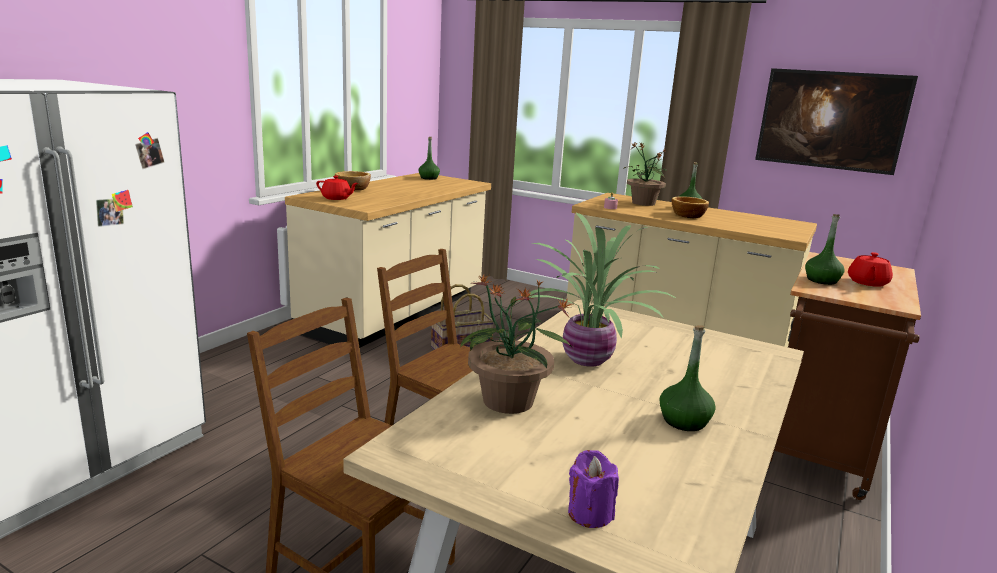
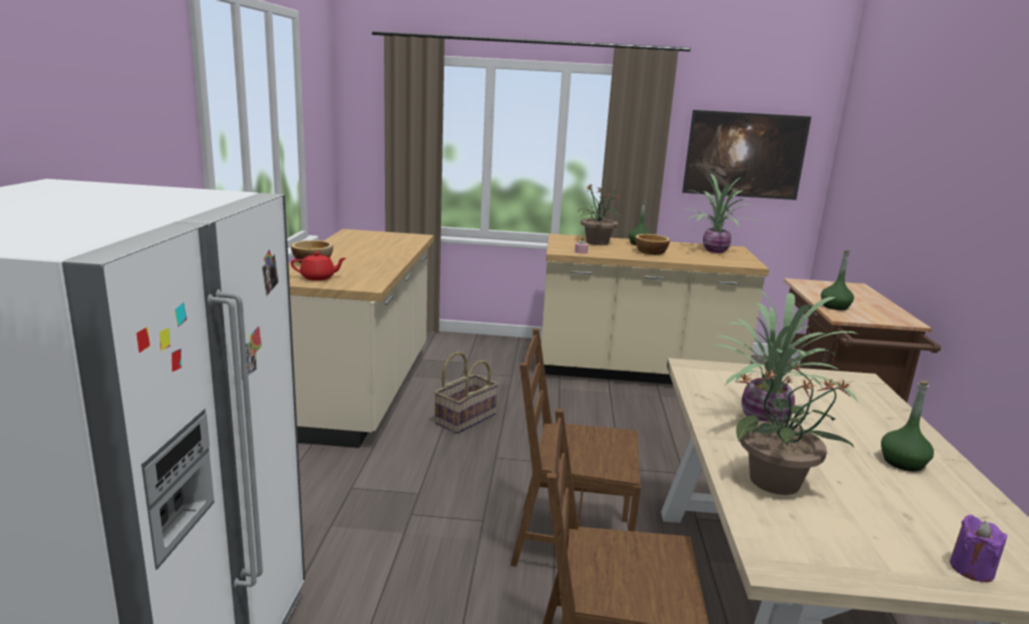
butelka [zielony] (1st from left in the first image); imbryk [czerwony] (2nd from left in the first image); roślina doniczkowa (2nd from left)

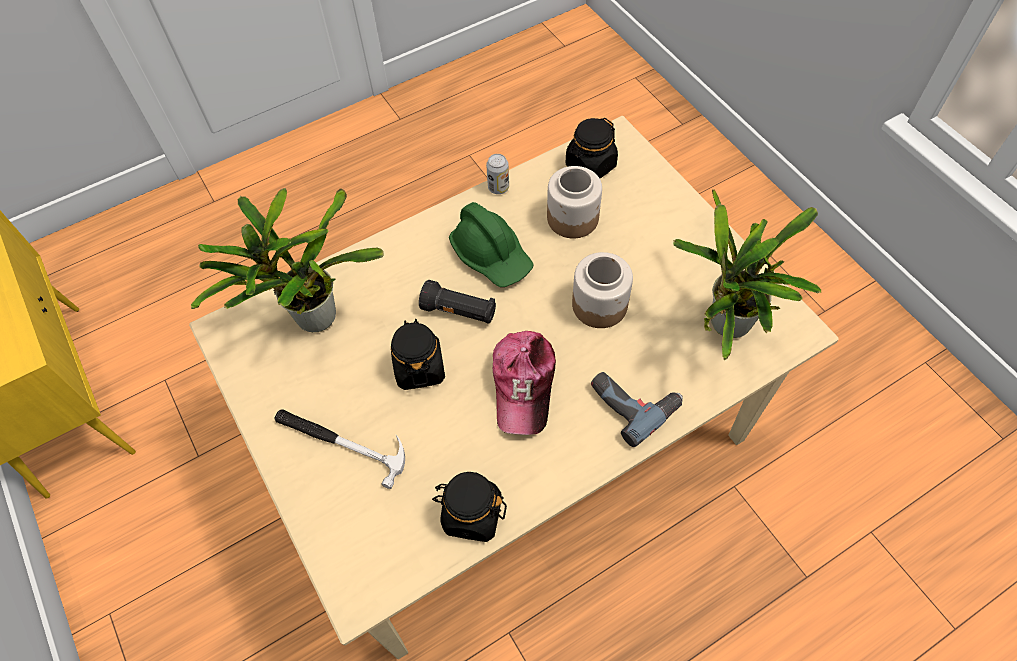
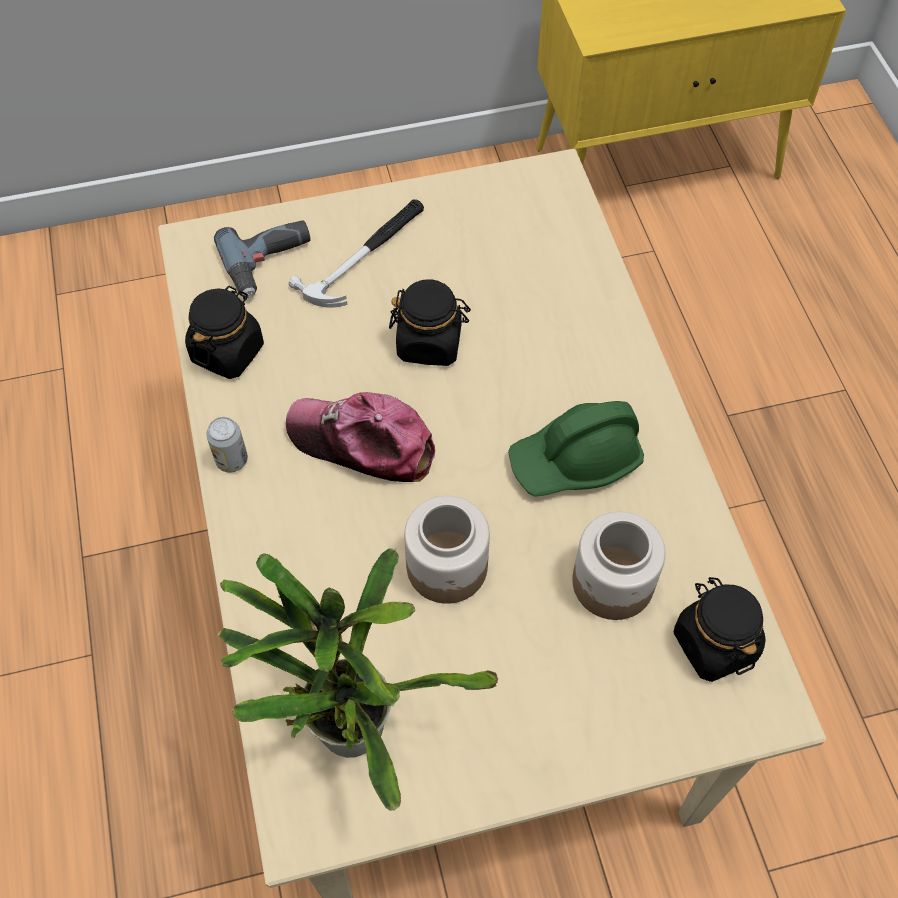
puszka; roślina doniczkowa (1st from left in the first image); latarka [czarny]; wiertarka

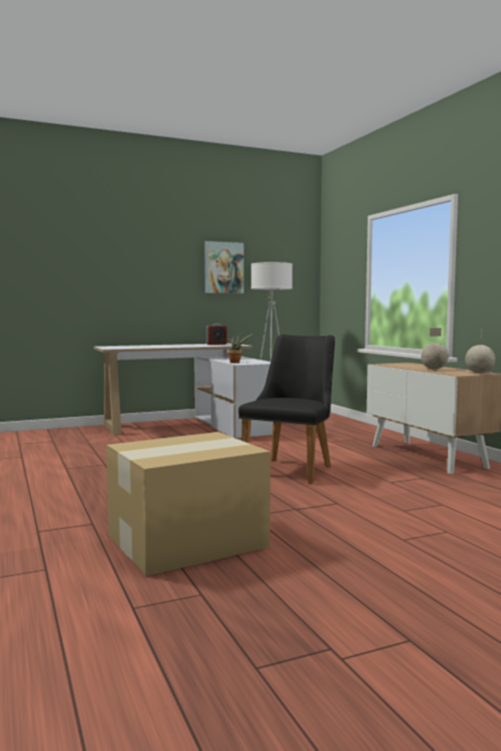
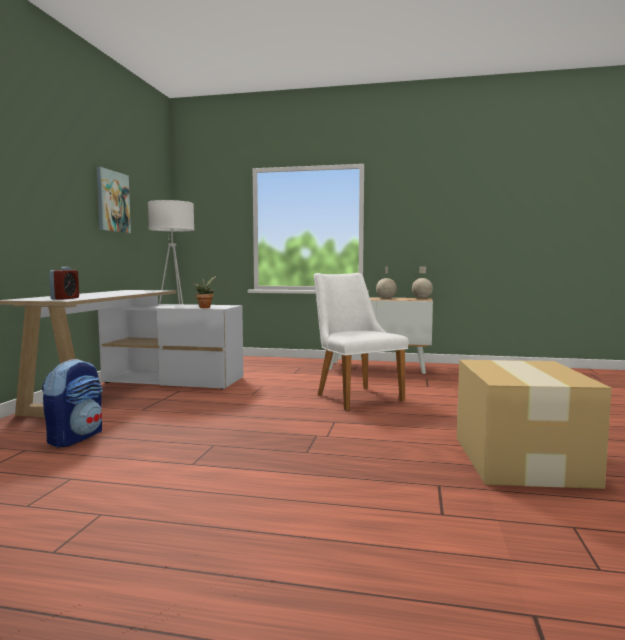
budzik; krzesło [biały]; plecak

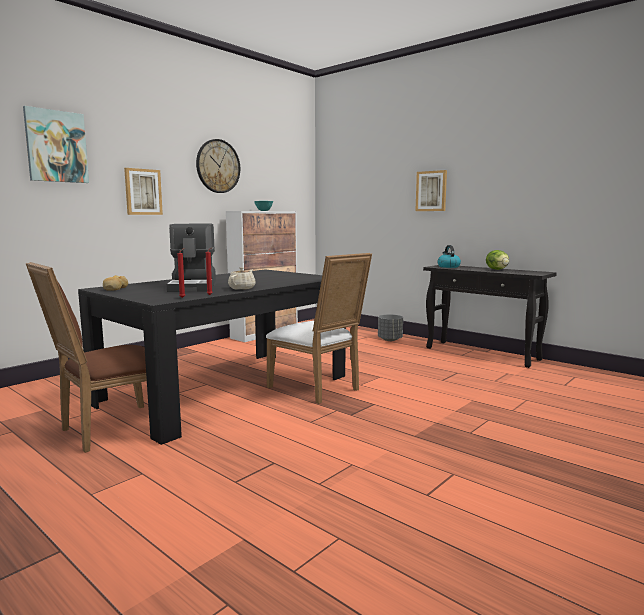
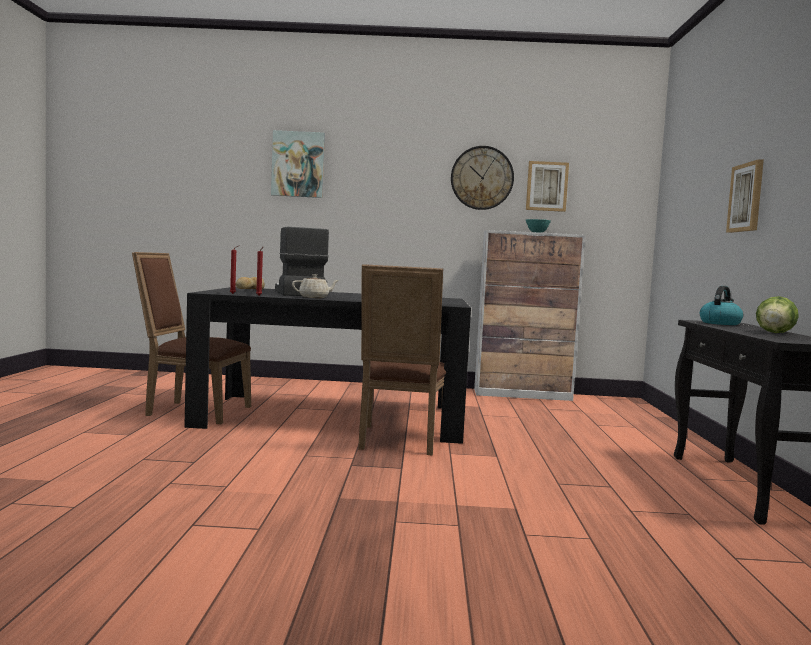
obraz (2nd from left); ekspres do kawy; krzesło [brązowy] (2nd from left); donica [szary]

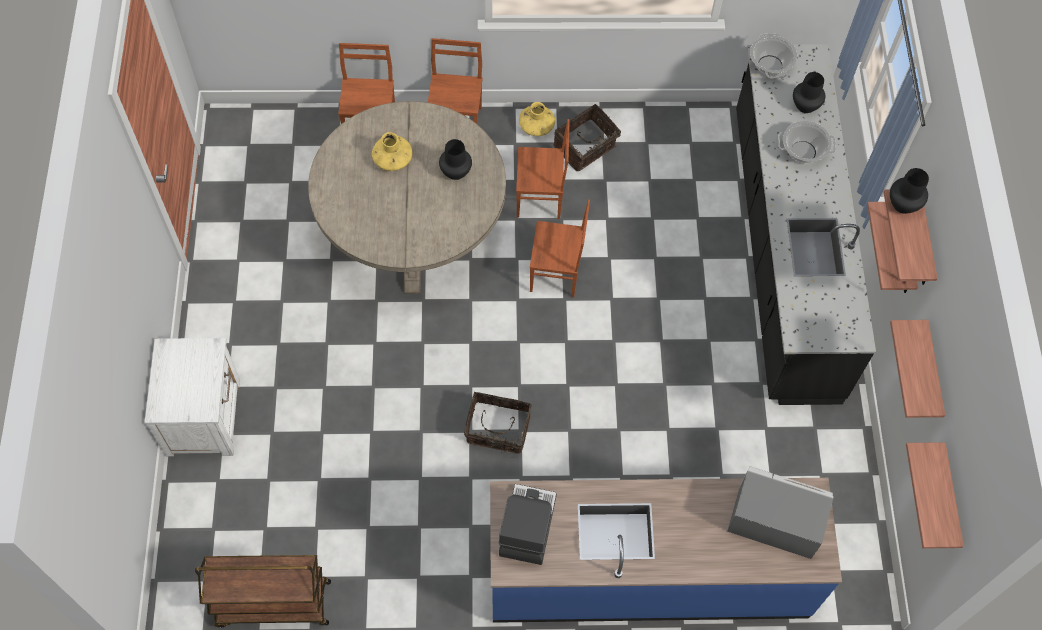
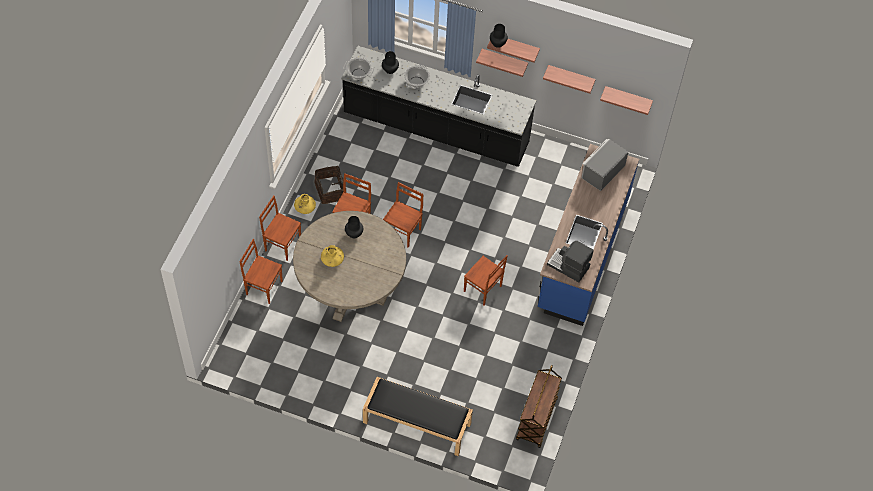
ławka [czarny]; krzesło [brązowy] (5th from left)

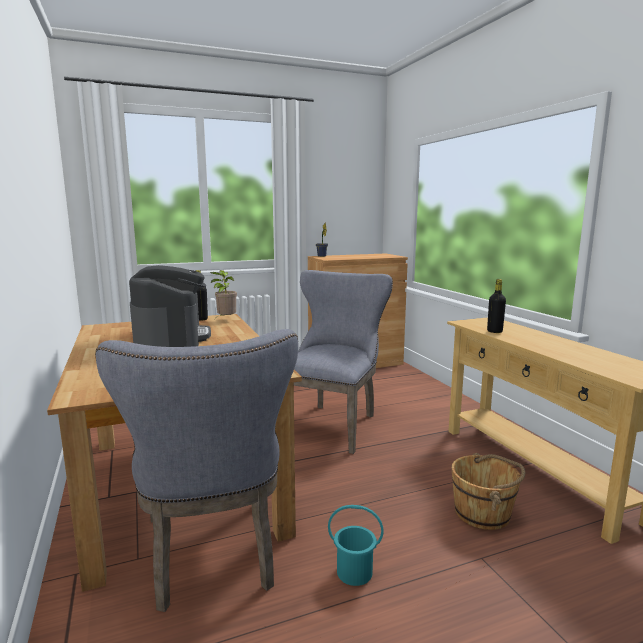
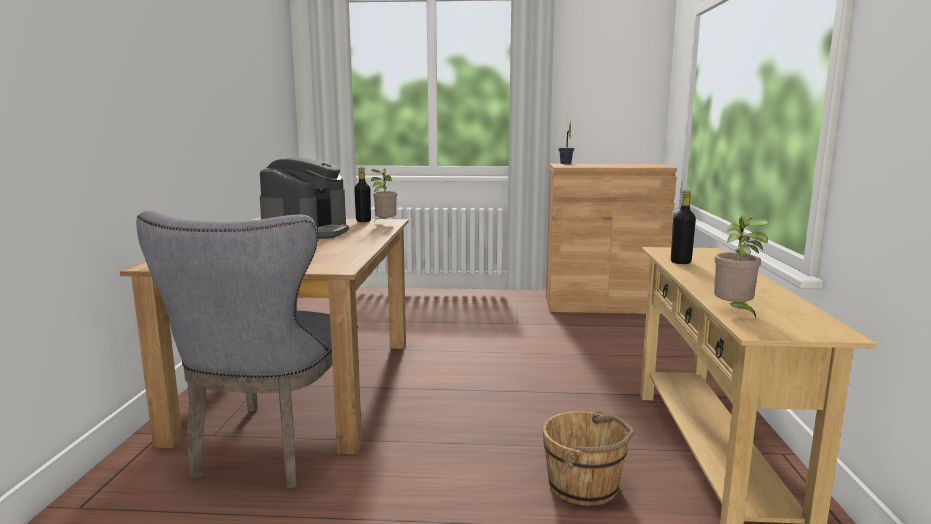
krzesło [szary] (2nd from left in the first image); wiadro [turkusowy]; roślina doniczkowa (3rd from left)

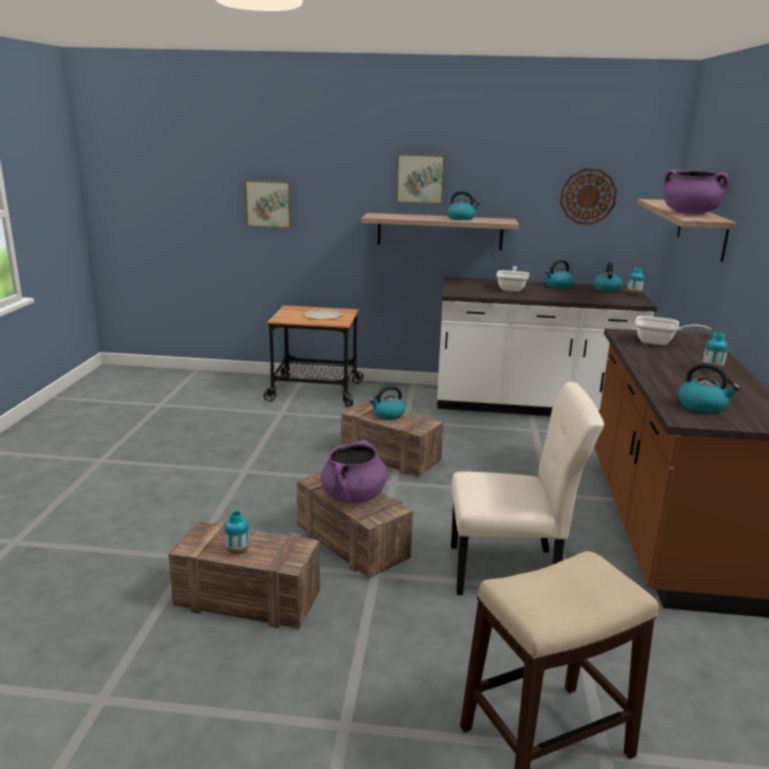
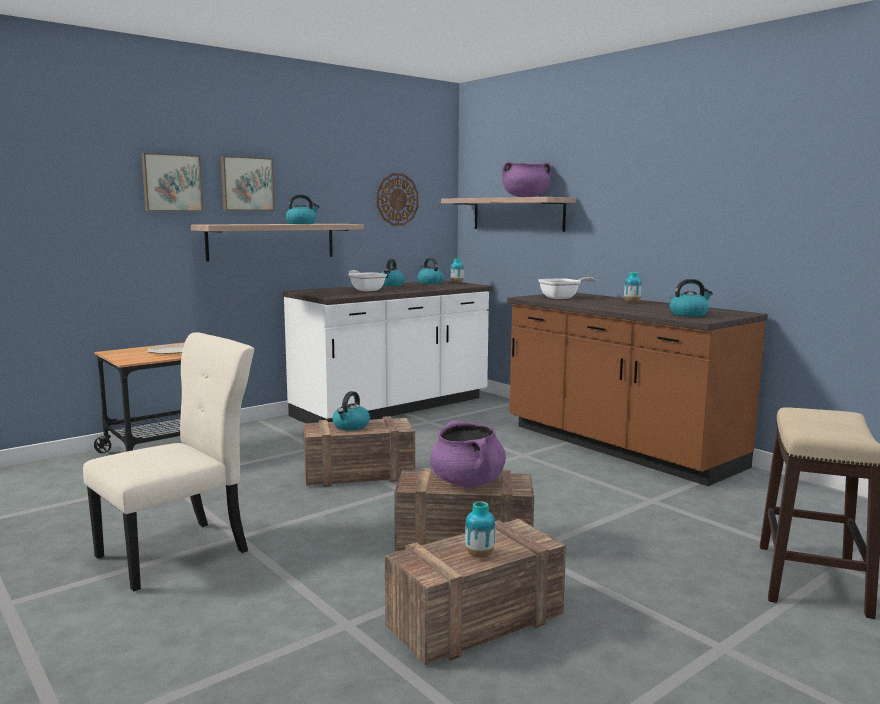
obraz (1st from left); krzesło [beżowy]

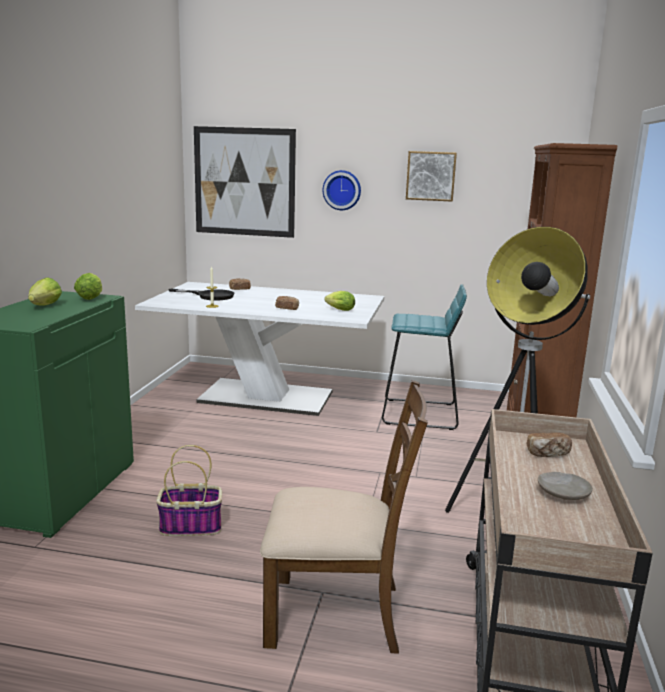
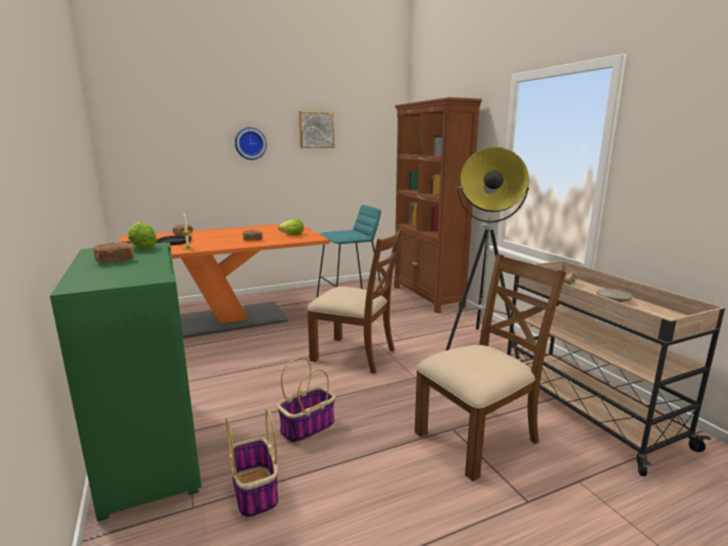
obraz (1st from left in the first image); chleb (1st from left); stół jadalny [pomarańczowy]; krzesło [brązowy] (1st from left); koszyk (1st from left)

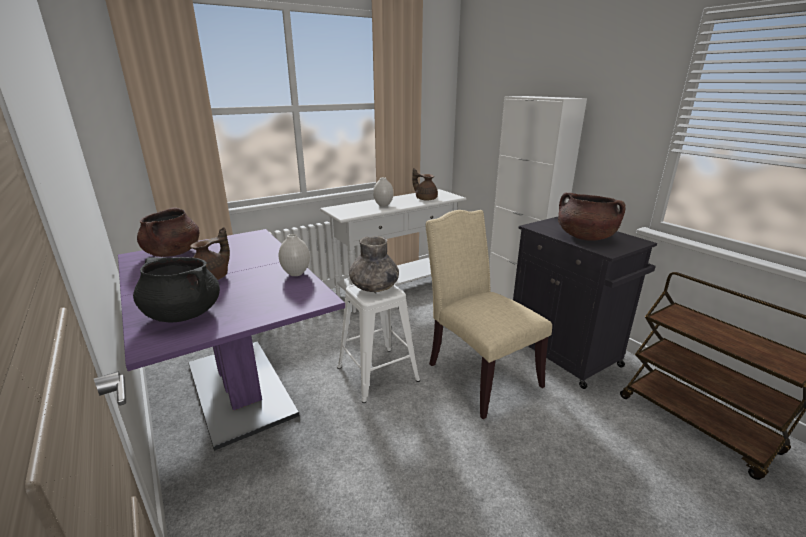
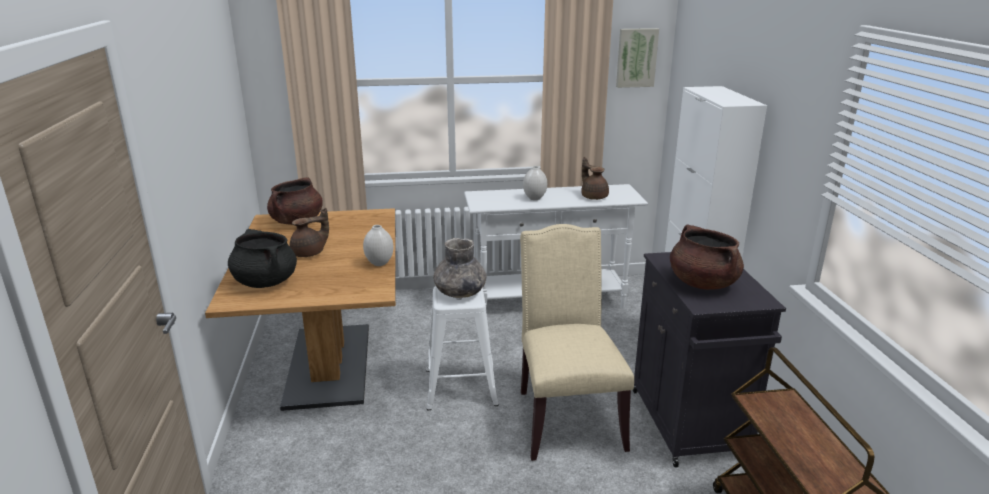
stół jadalny [brązowy]; obraz

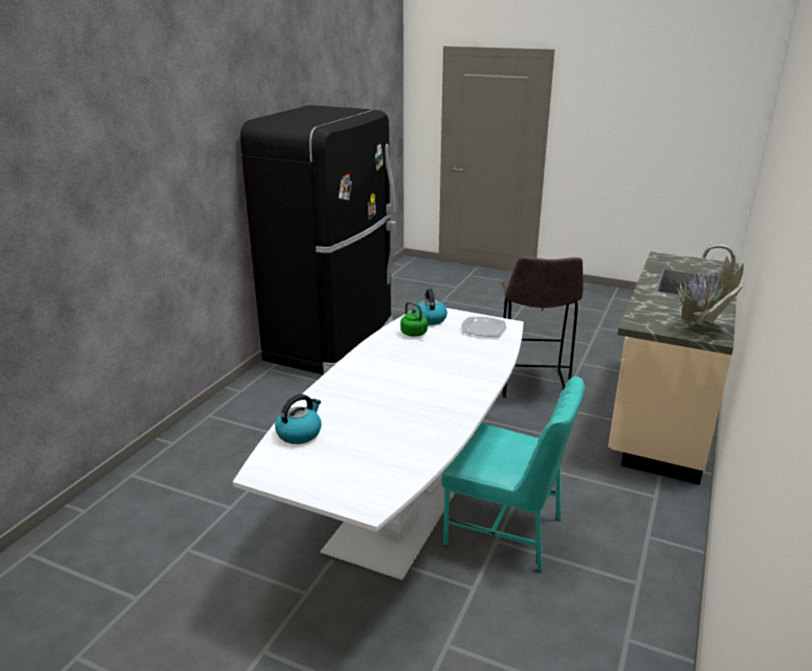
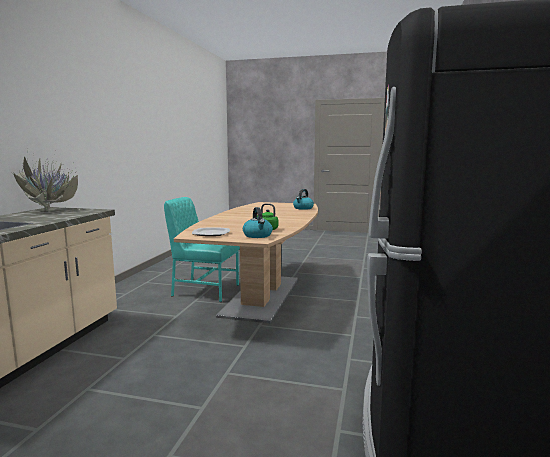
stołek [szary]; stół jadalny [brązowy]

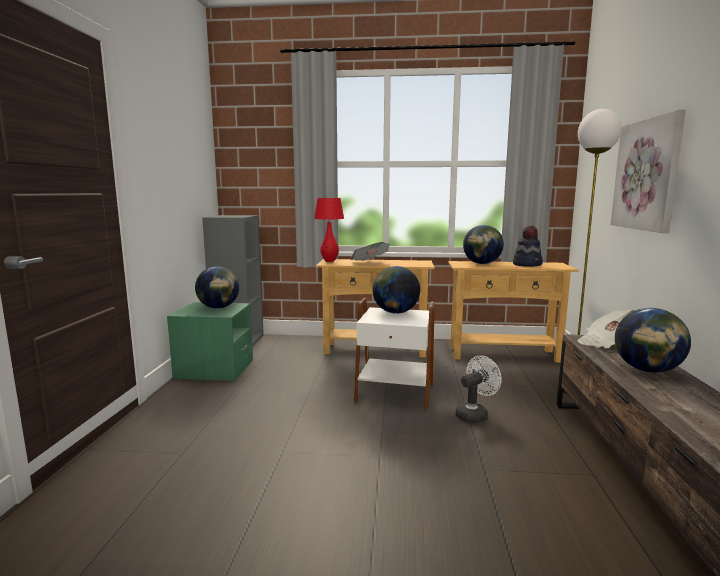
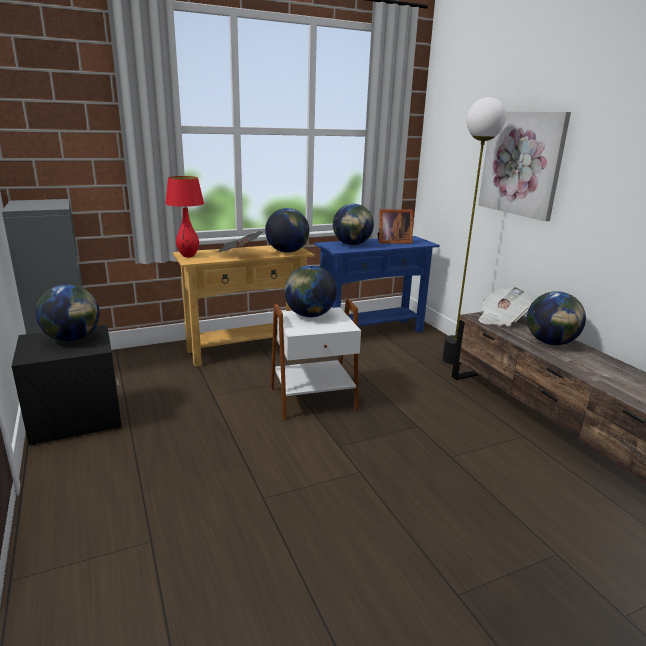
ramka na zdjęcie; stolik konsolowy [niebieski]; szafka nocna [czarny]; wentylator [biały]; globus (2nd from left)

